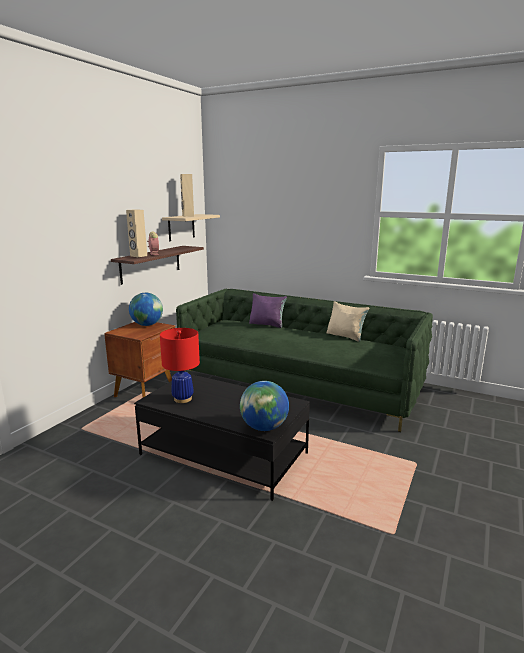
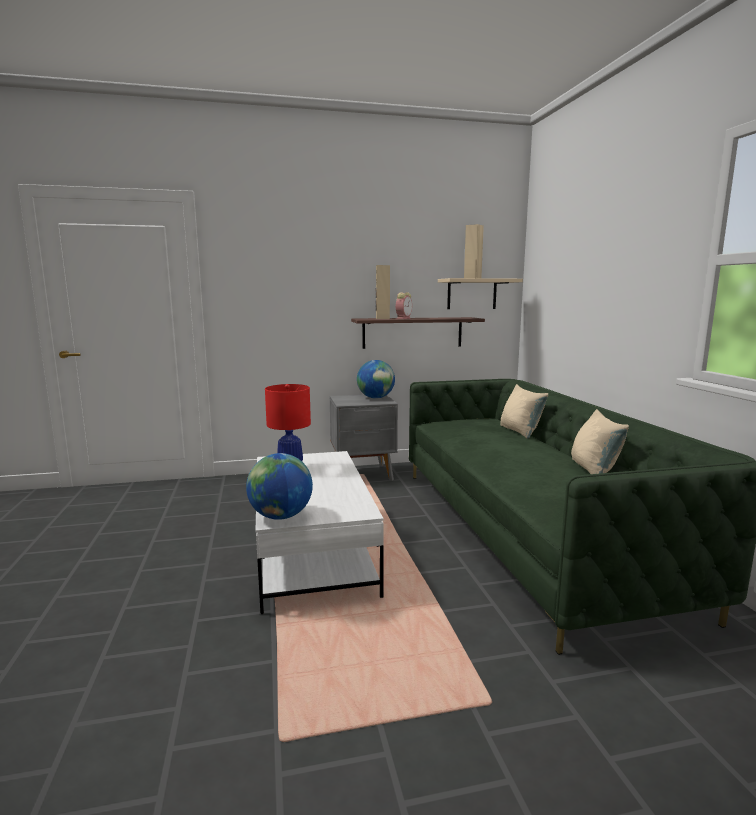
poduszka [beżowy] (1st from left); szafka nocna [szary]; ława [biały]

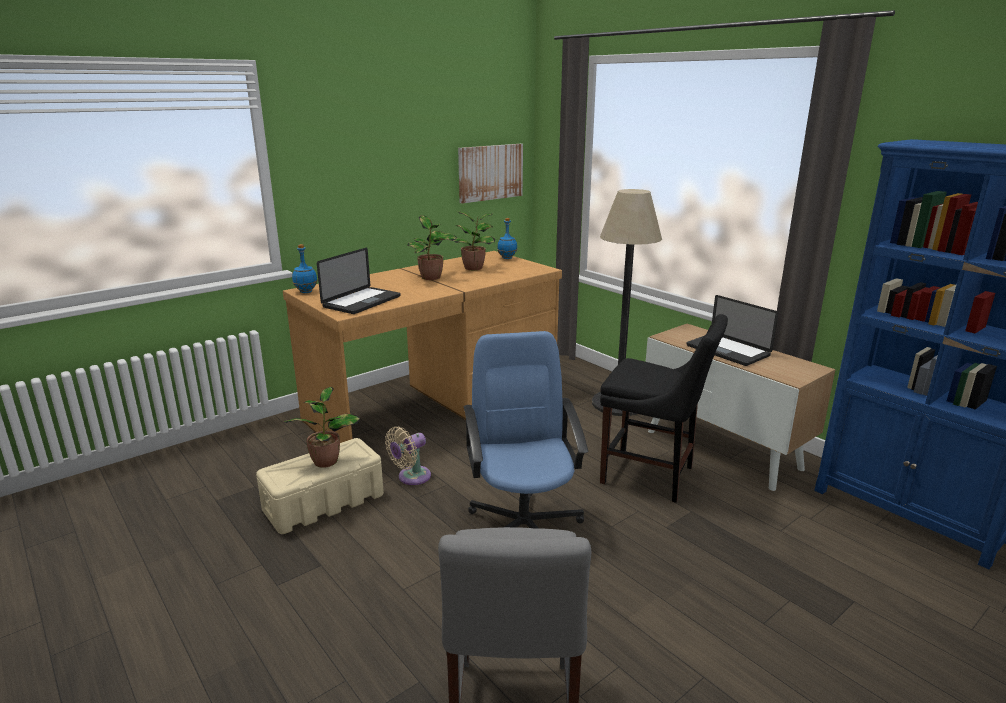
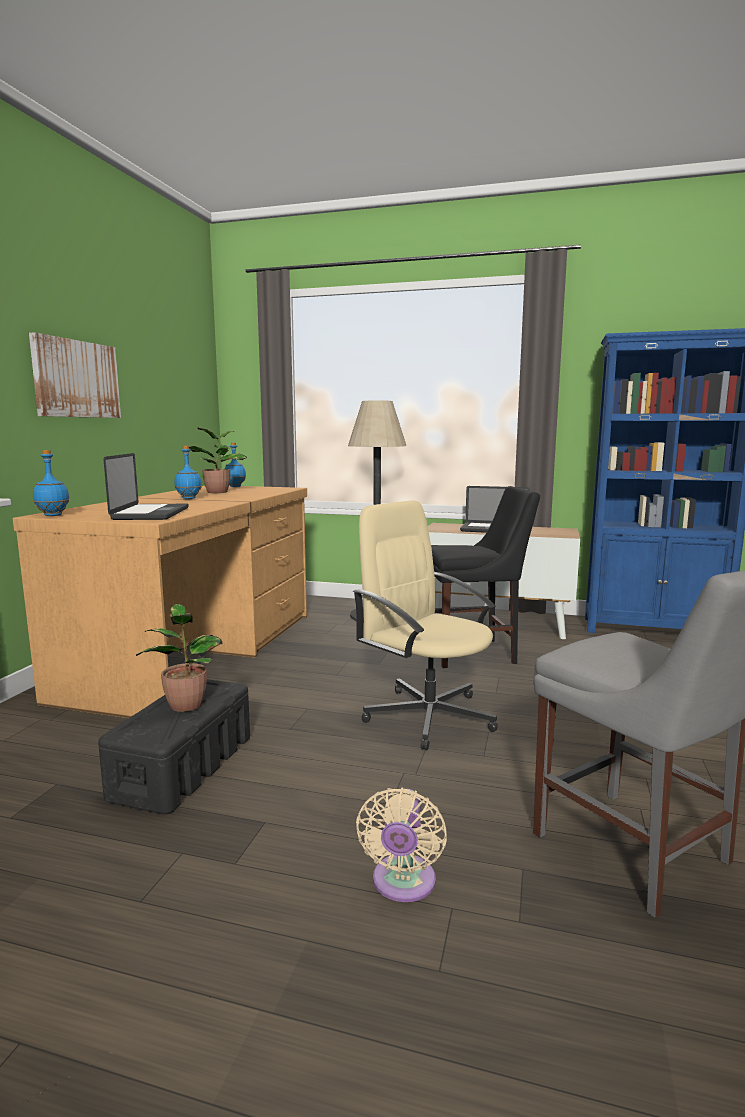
obraz; butelka [niebieski] (2nd from left); krzesło biurowe [beżowy]; wentylator [beżowy]; pojemnik do przechowywania [czarny]

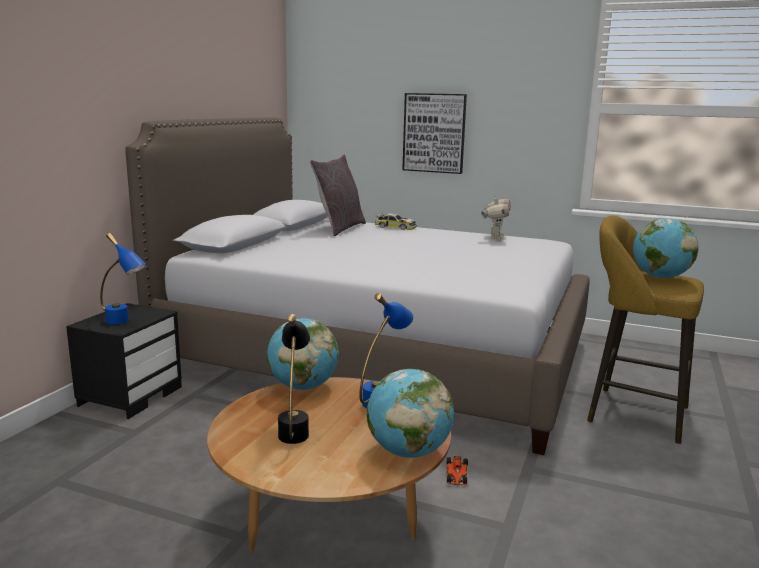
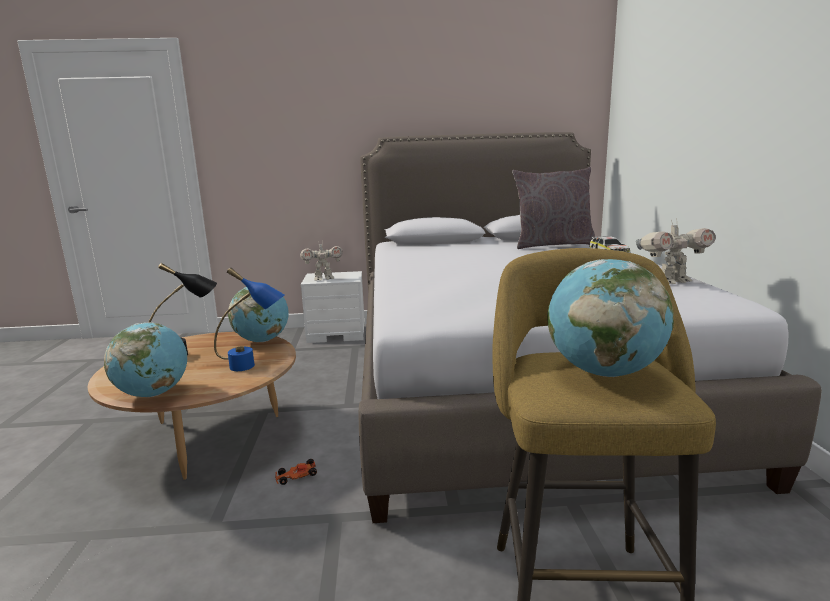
obraz; robot zabawkowy (1st from left); szafka nocna [biały]

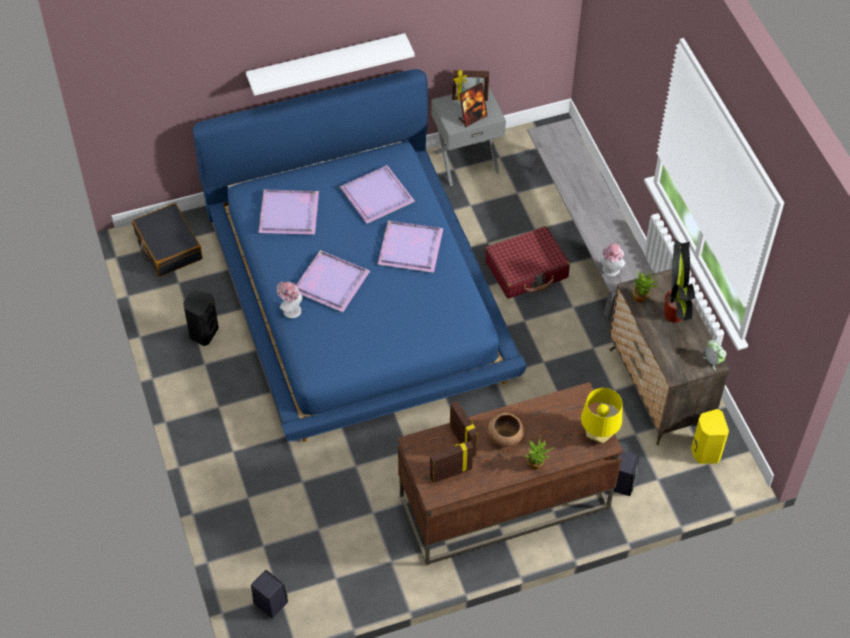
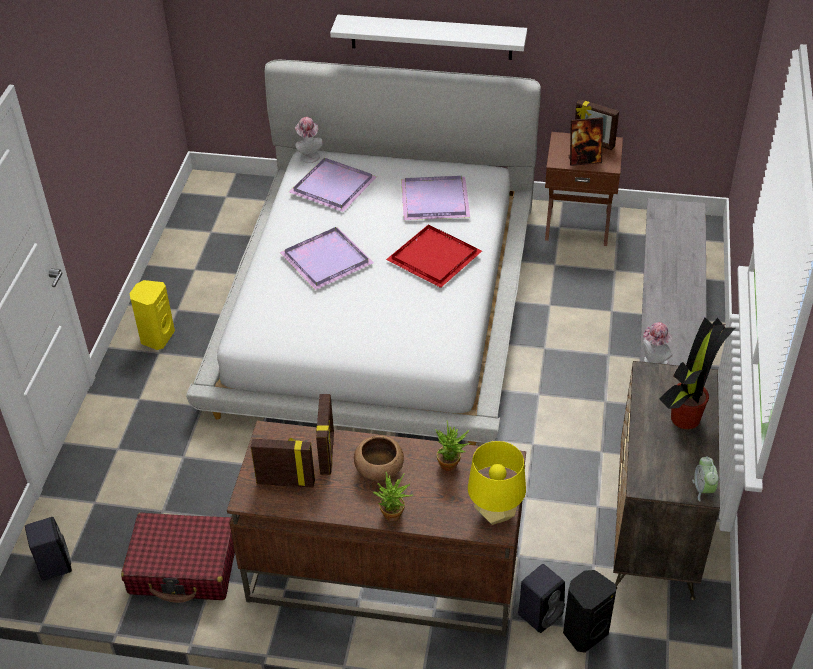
łóżko [biały]; szafka nocna [brązowy]; walizka [czarny]; taca [czerwony]; walizka [czerwony]; roślina doniczkowa (2nd from left); kapelusz (1st from left); głośnik [czarny] (3rd from left); głośnik [żółty]

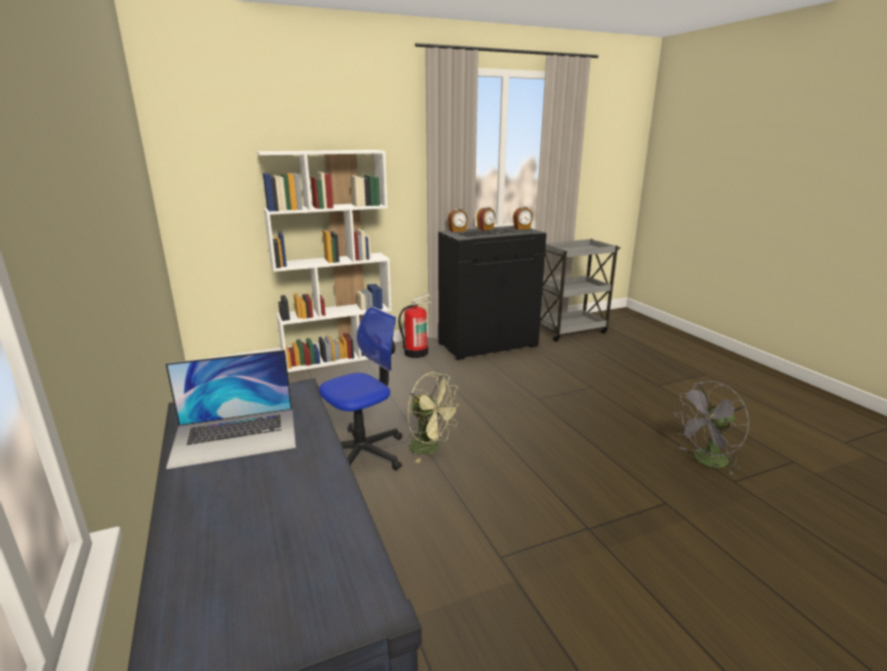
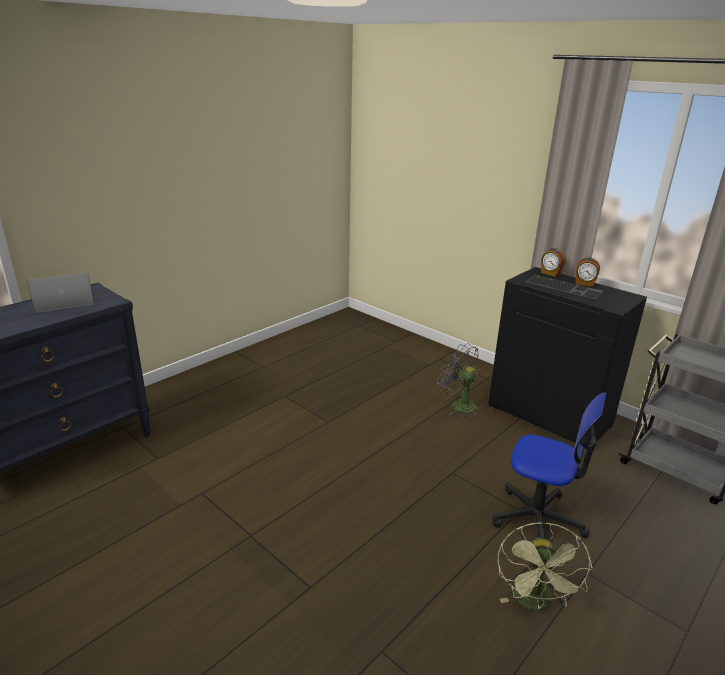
regał [biały]; budzik (3rd from left in the first image); gaśnica; krzesło biurowe; laptop; wentylator [zielony]; wentylator [szary]

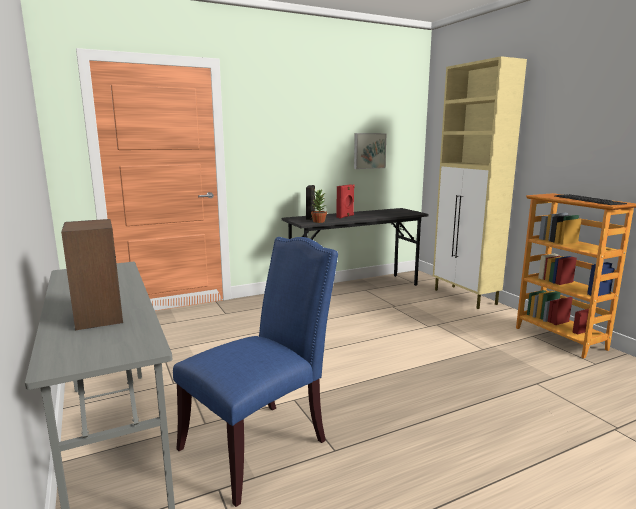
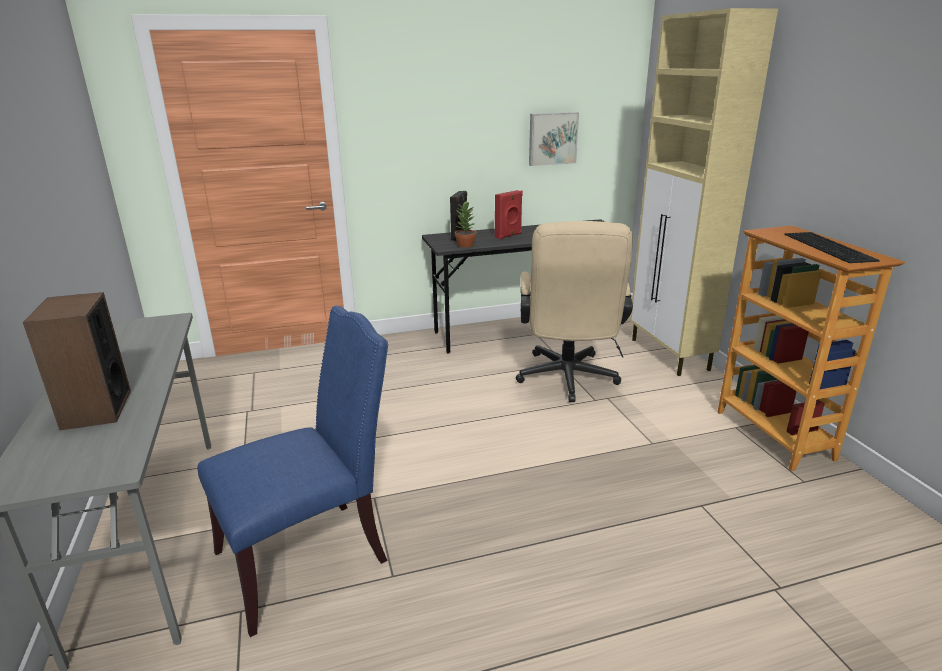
krzesło biurowe [beżowy]

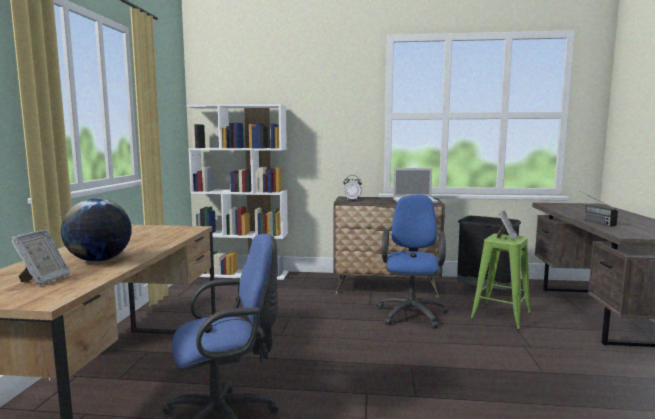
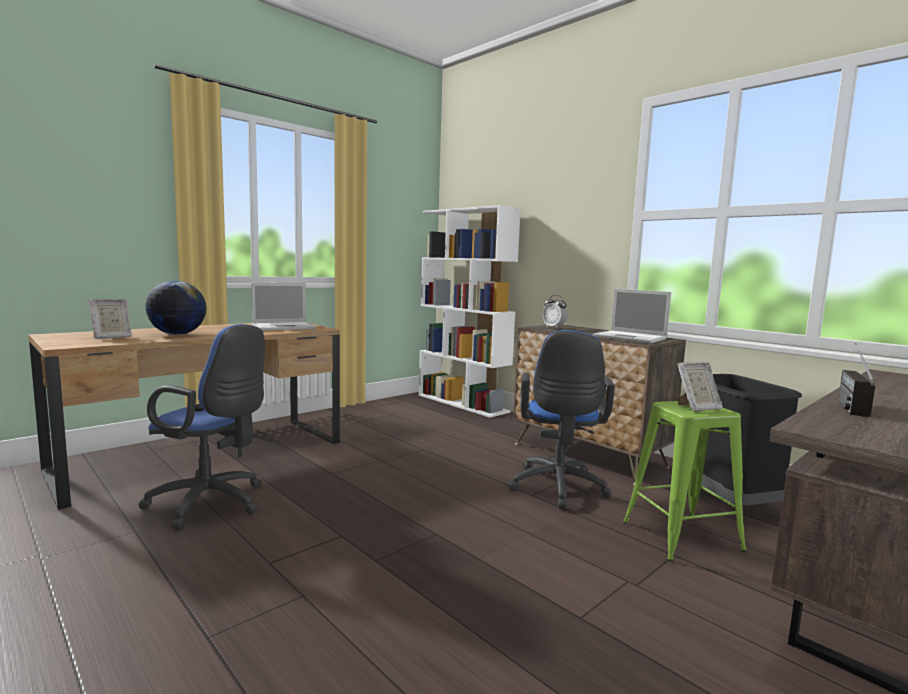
krzesło biurowe [niebieski] (2nd from left); laptop (1st from left)

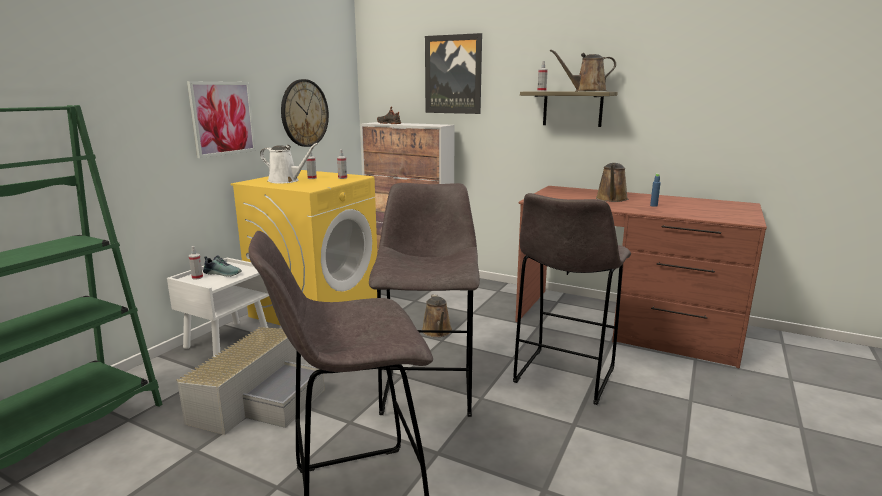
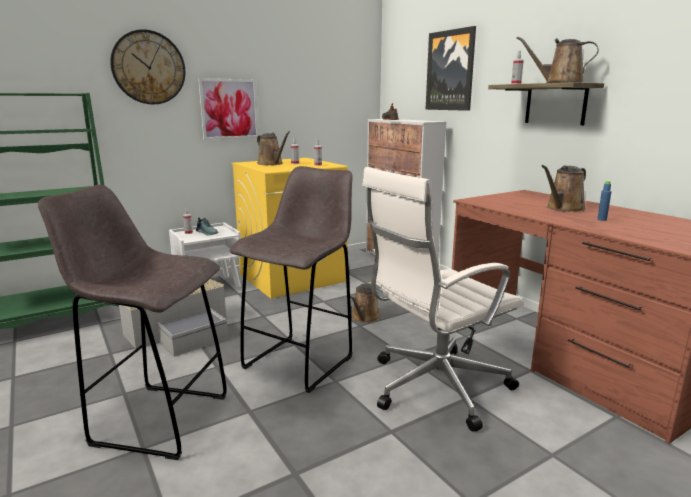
zegar ścienny; konewka [brązowy] (1st from left); krzesło biurowe [biały]

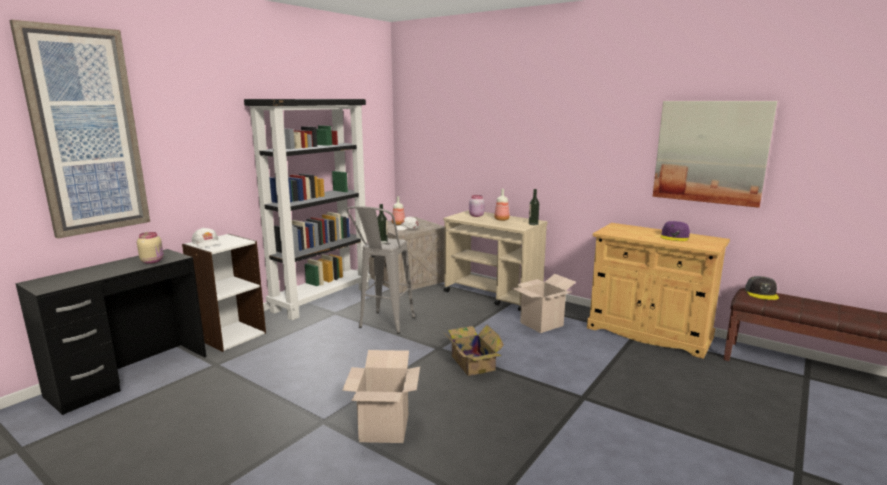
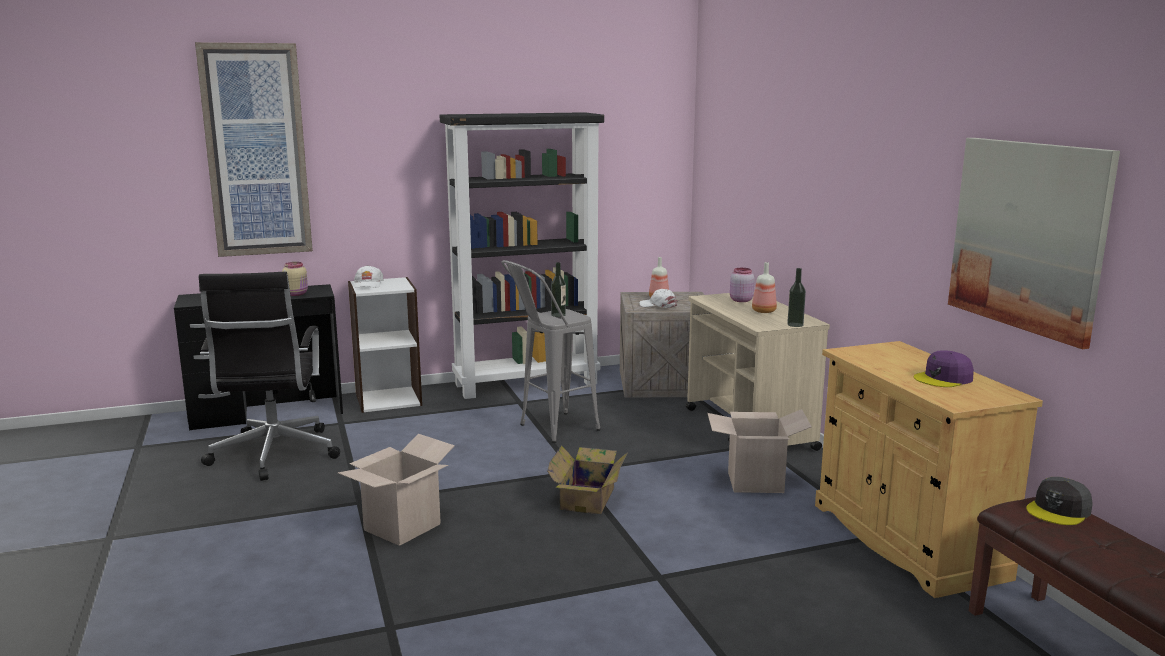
krzesło biurowe [czarny]

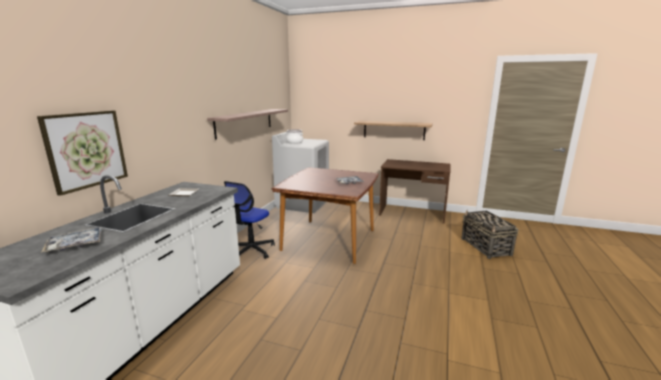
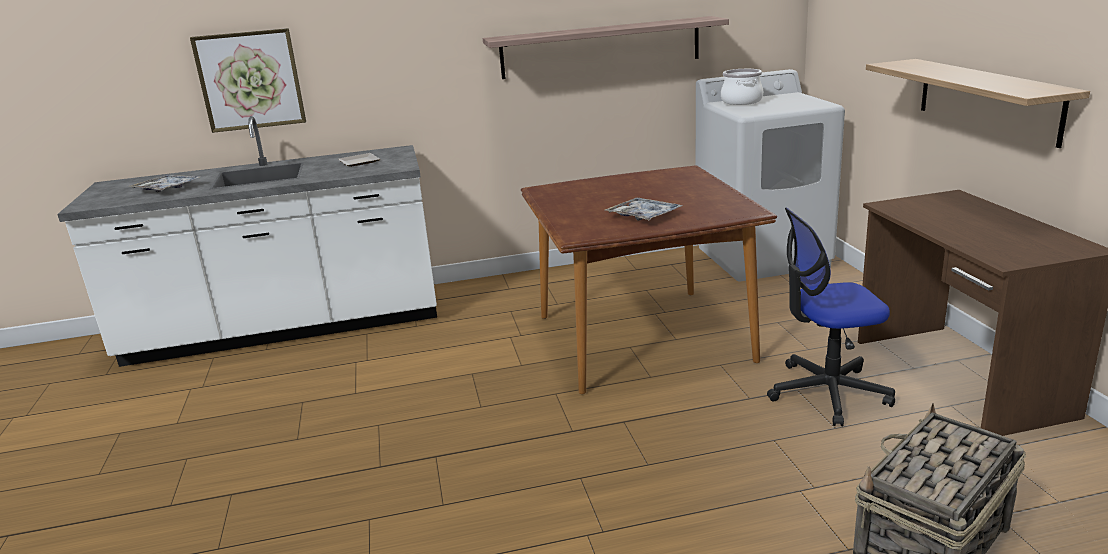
krzesło biurowe

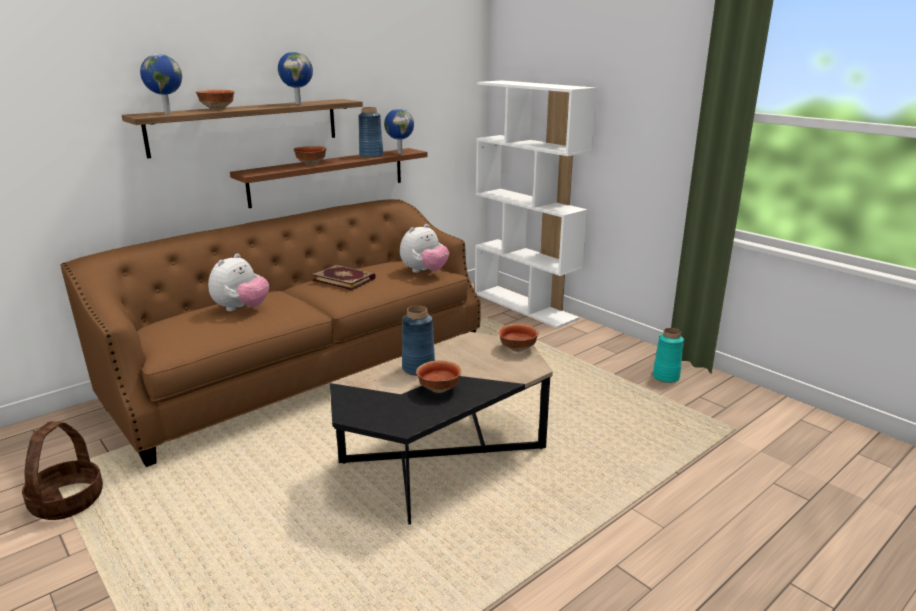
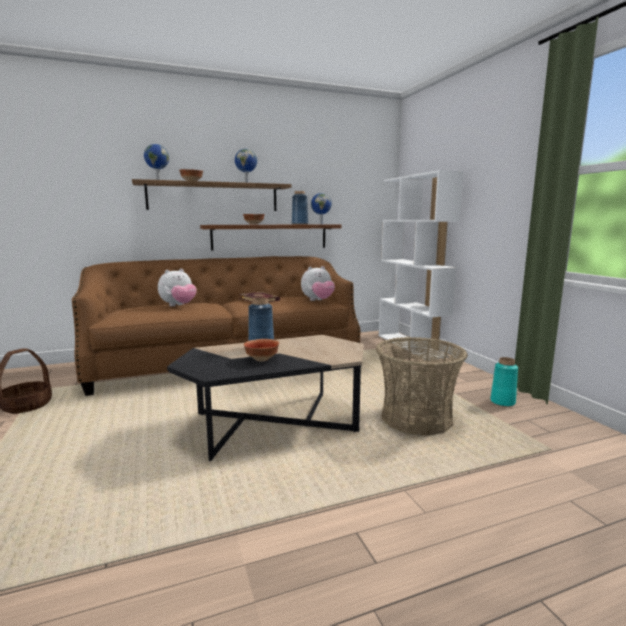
miska (4th from left in the first image); koszyk (2nd from left)

